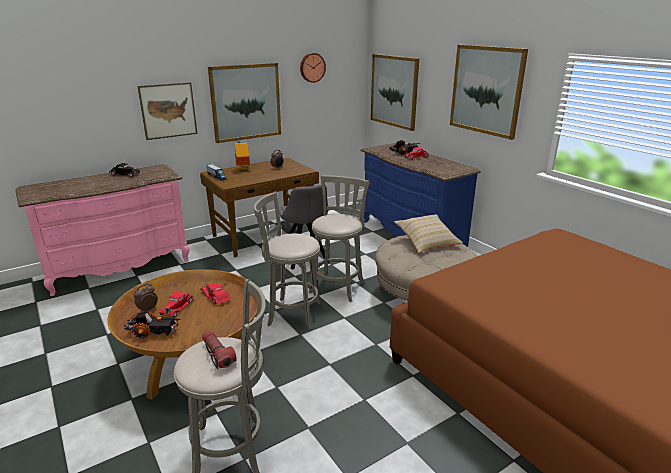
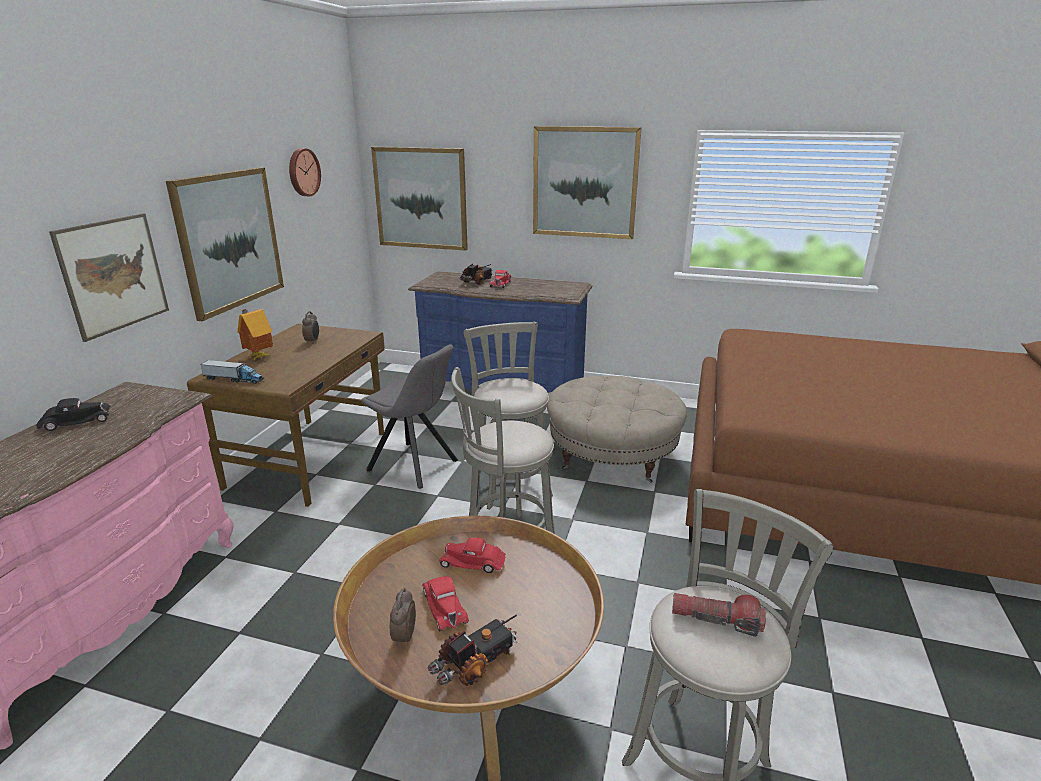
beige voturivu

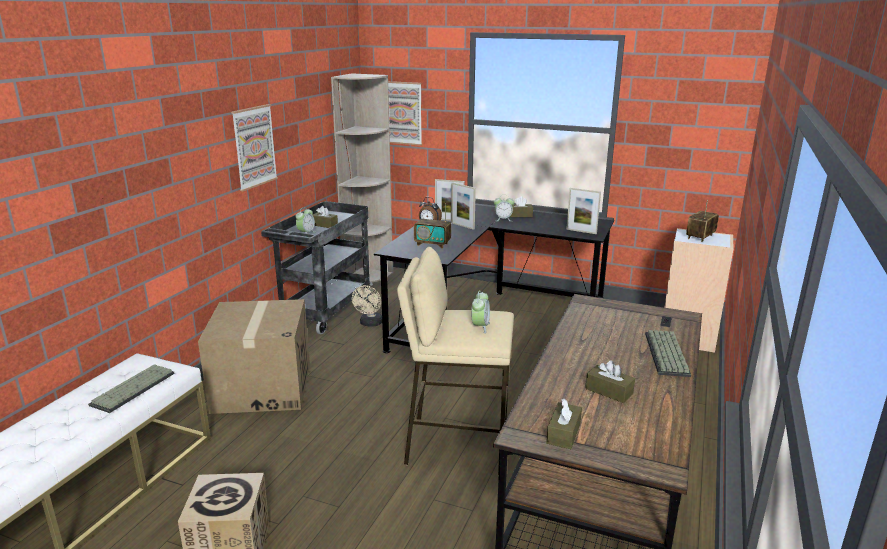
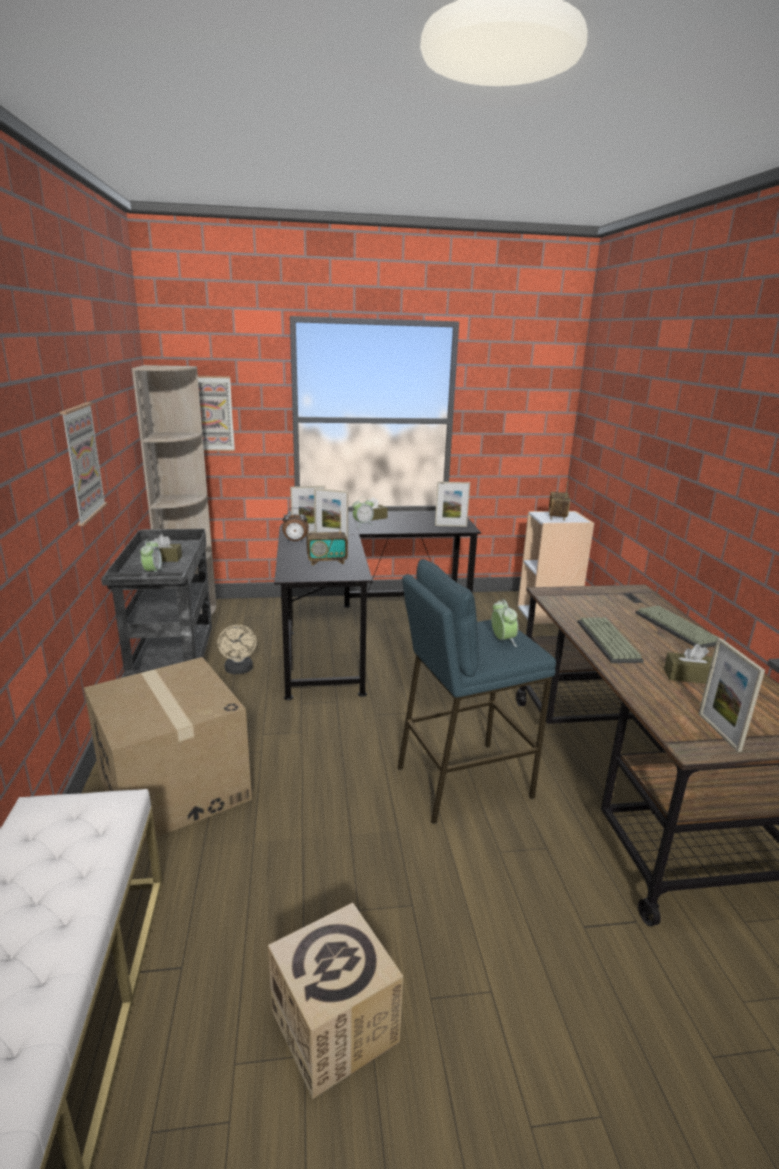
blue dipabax
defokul (1st from left)
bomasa (4th from left)

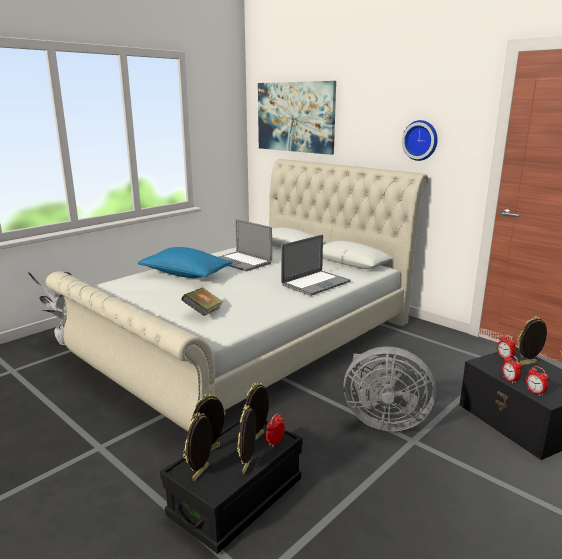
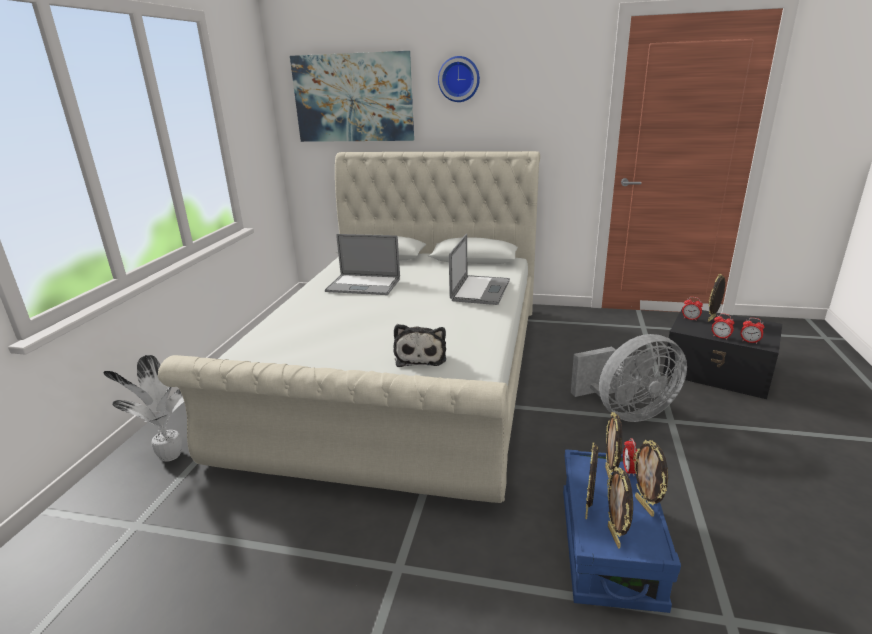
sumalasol
blue voturivu
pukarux
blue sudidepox

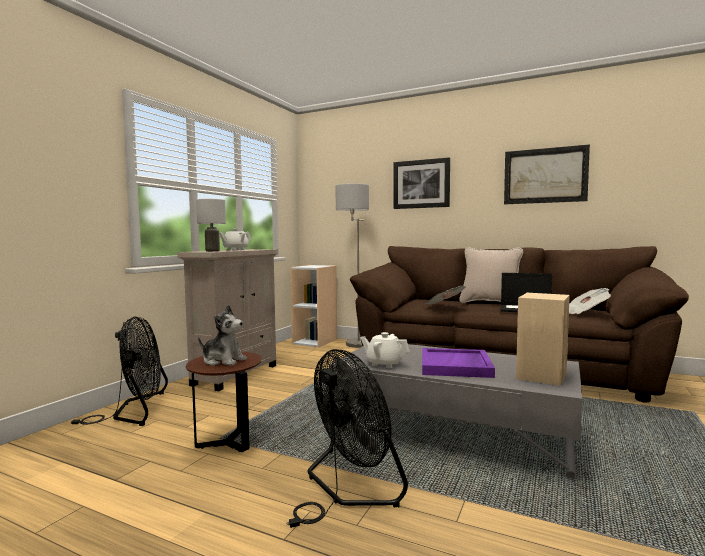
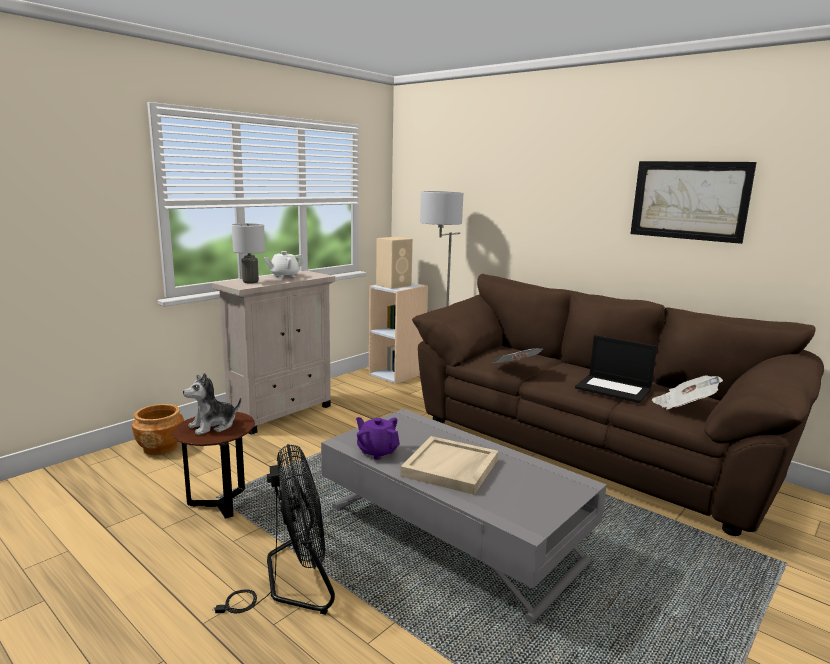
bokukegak (1st from left in the first image)
beige voturivu
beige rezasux
pukarux
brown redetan
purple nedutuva
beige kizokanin

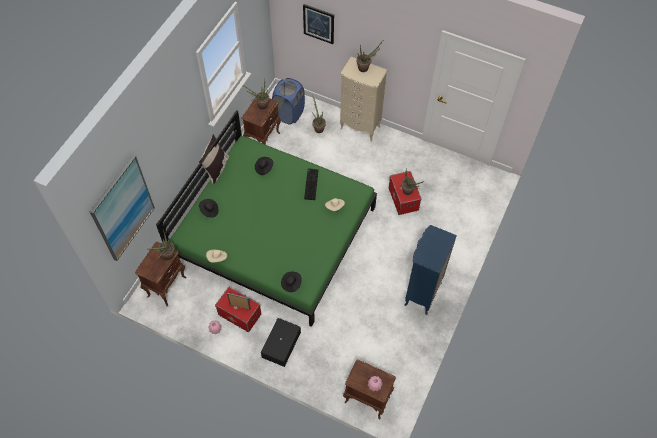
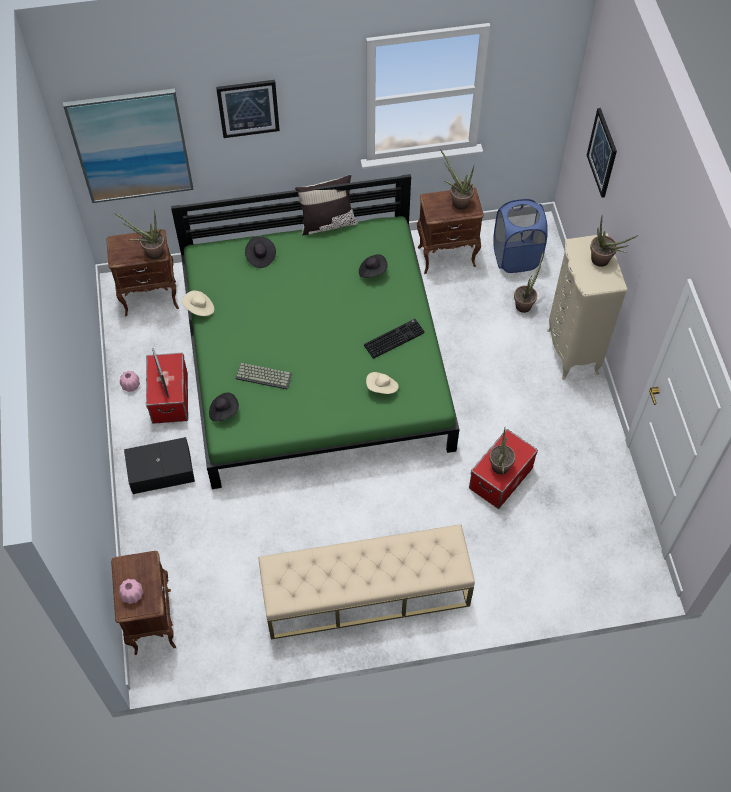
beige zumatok
bokukegak (2nd from left)
defokul (1st from left)

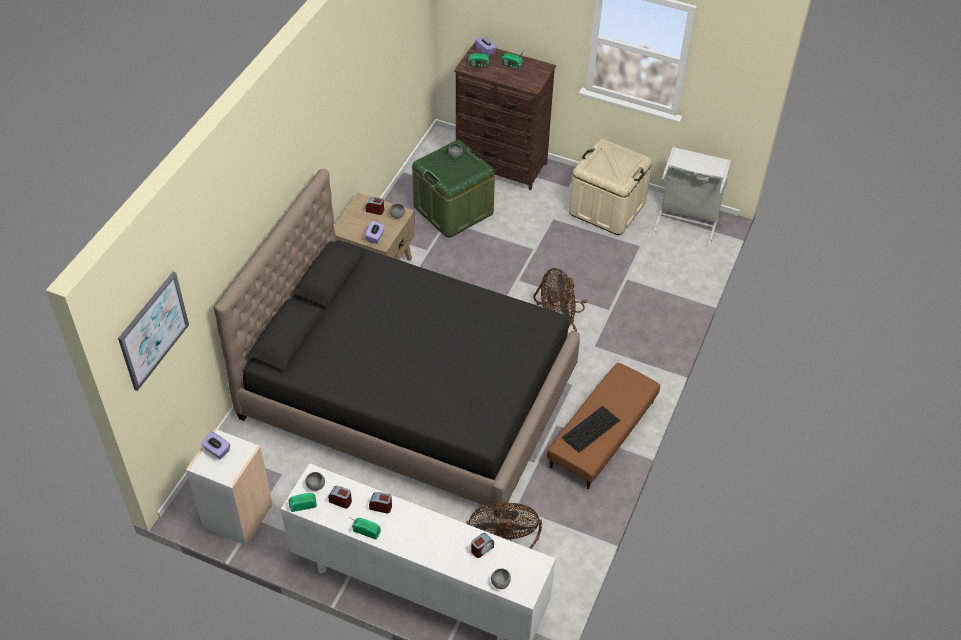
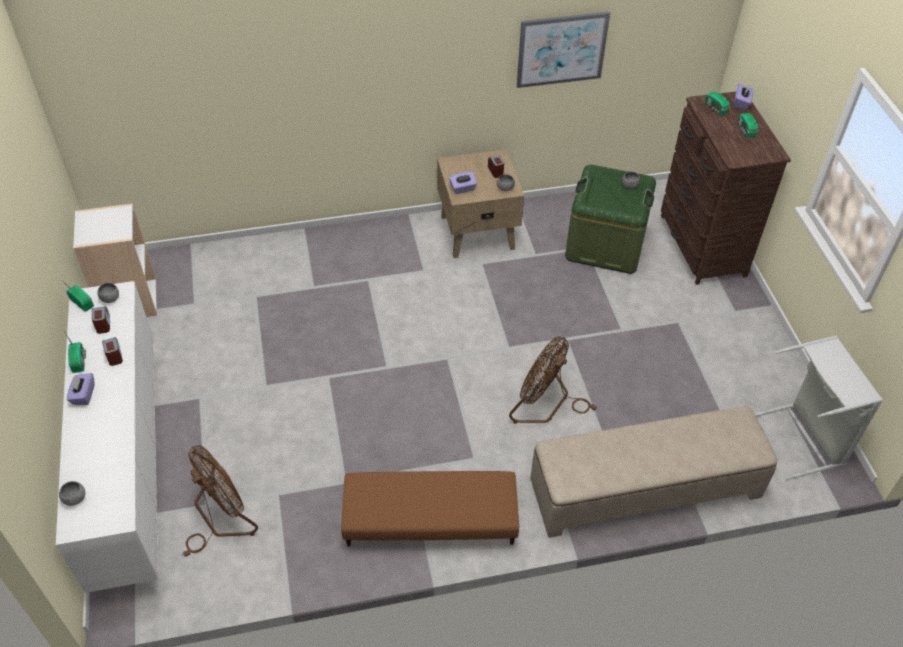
beige sudidepox
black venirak
bokukegak
defokul
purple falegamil (1st from left)
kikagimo (4th from left in the first image)
beige zumatok

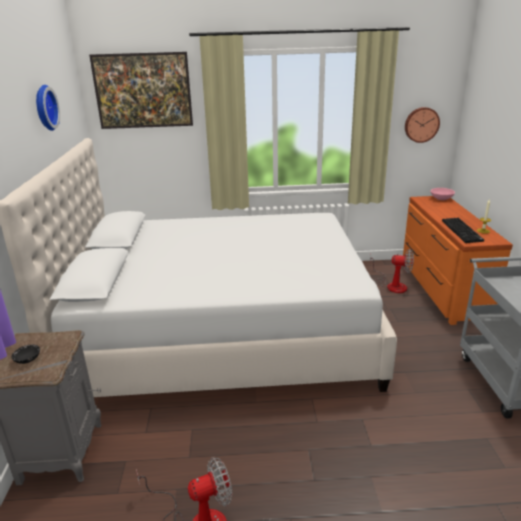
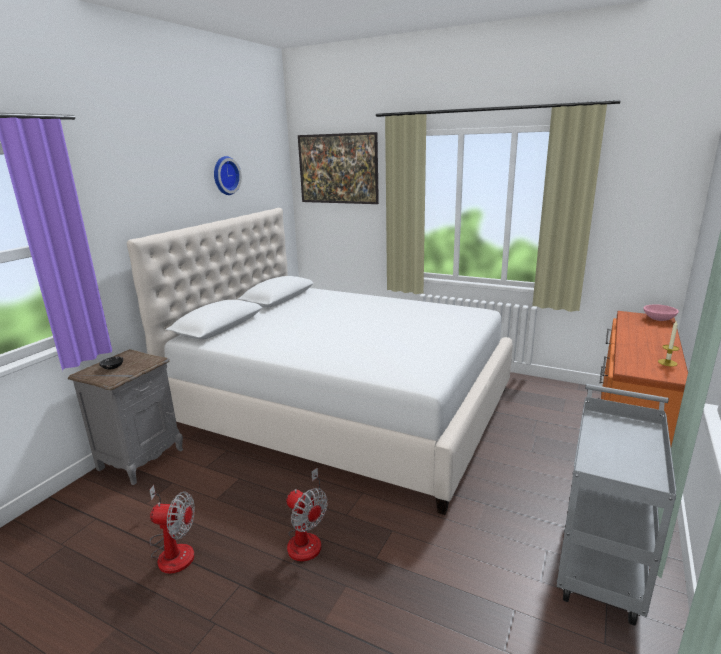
sumalasol (2nd from left in the first image)
defokul
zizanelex (2nd from left)

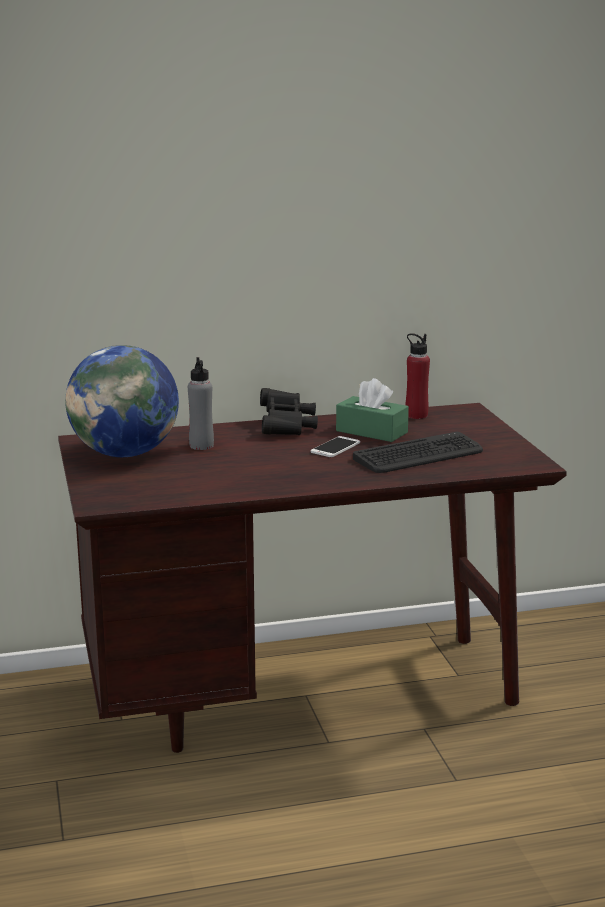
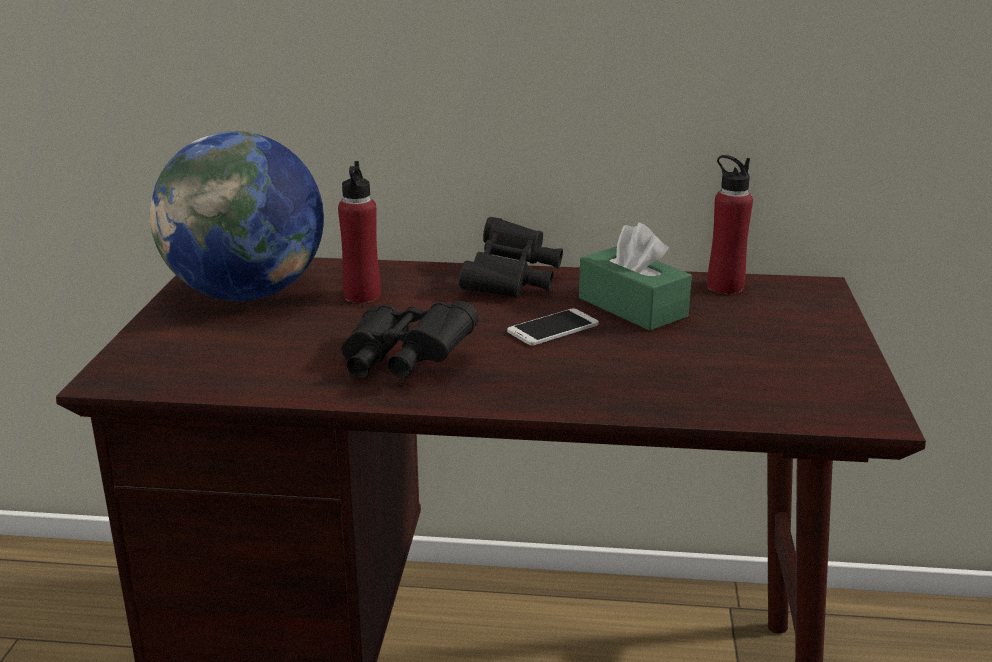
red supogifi (1st from left)
defokul
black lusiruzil (1st from left)

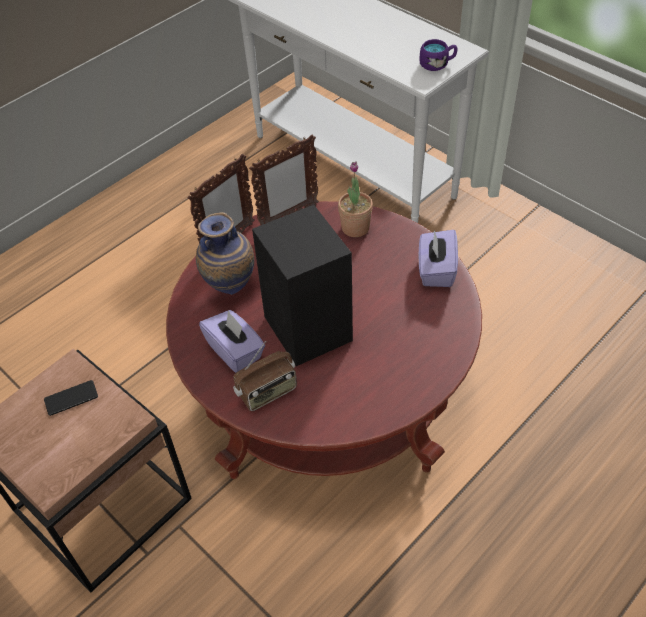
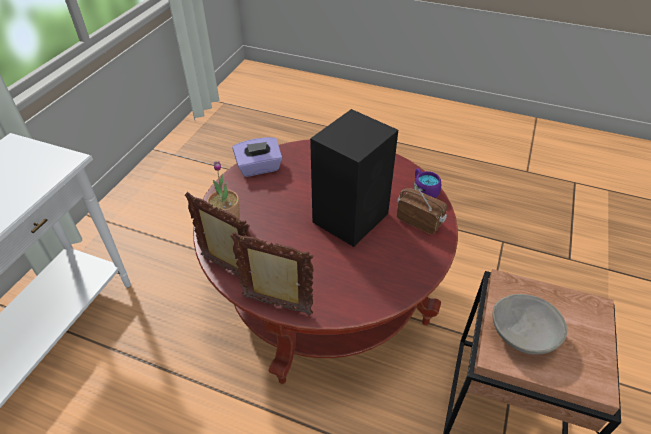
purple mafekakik
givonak
purple falegamil (1st from left in the first image)
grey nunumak

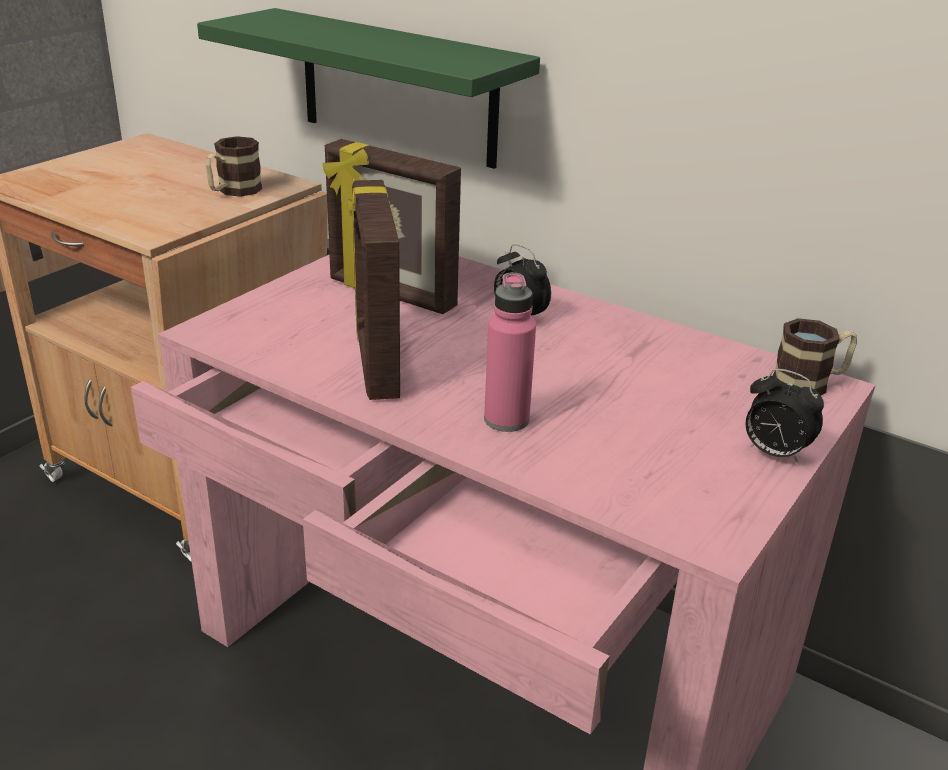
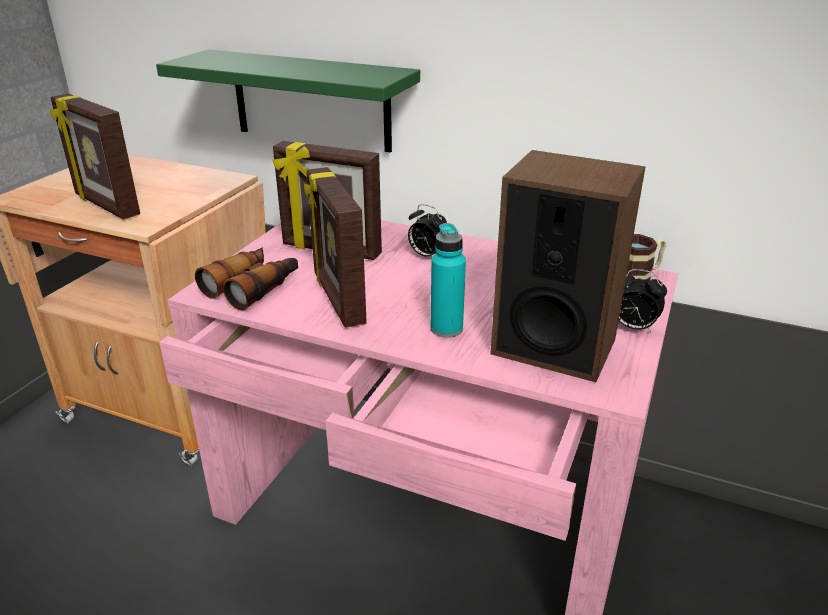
mafekakik (1st from left in the first image)
turquoise supogifi
bomasa (1st from left)
rezasux
lusiruzil

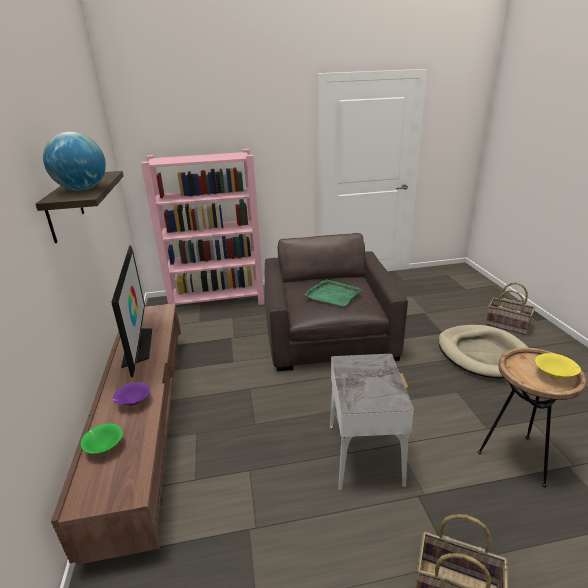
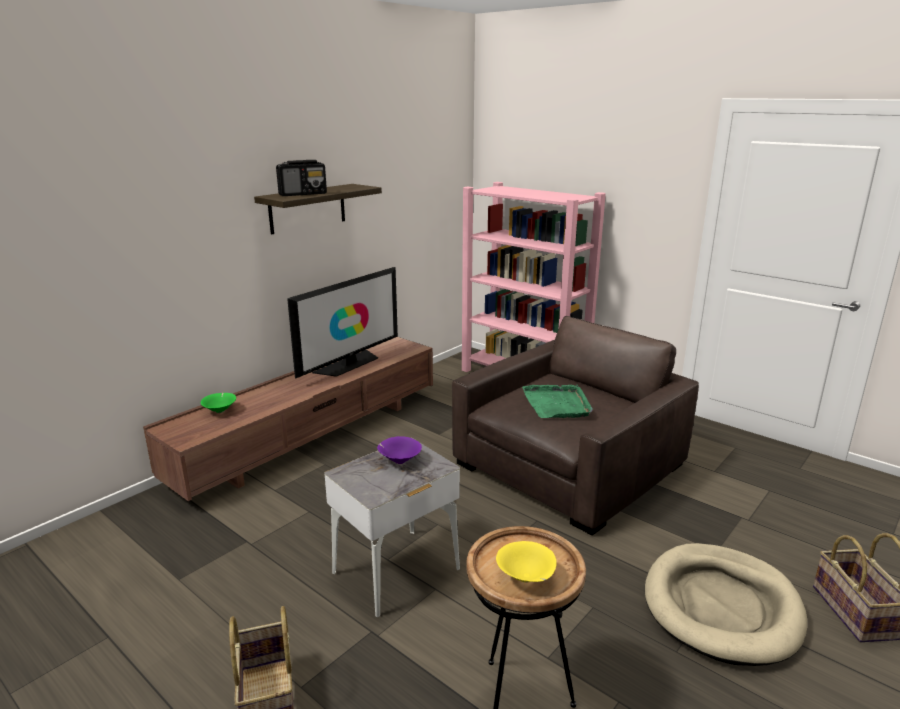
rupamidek
purple nunumak

